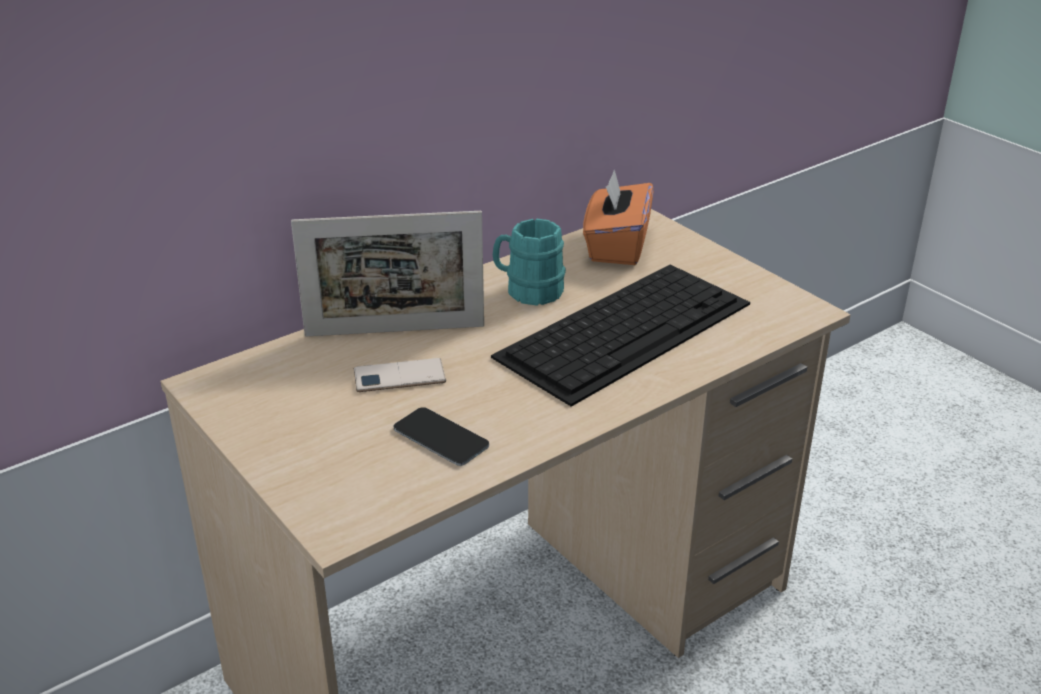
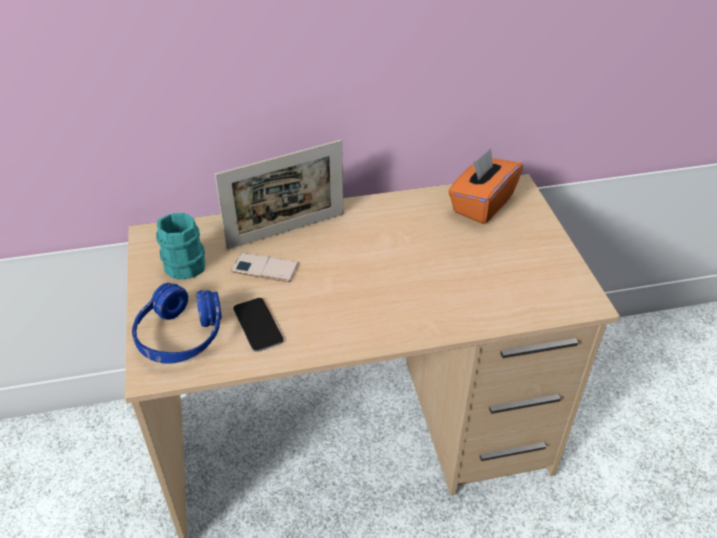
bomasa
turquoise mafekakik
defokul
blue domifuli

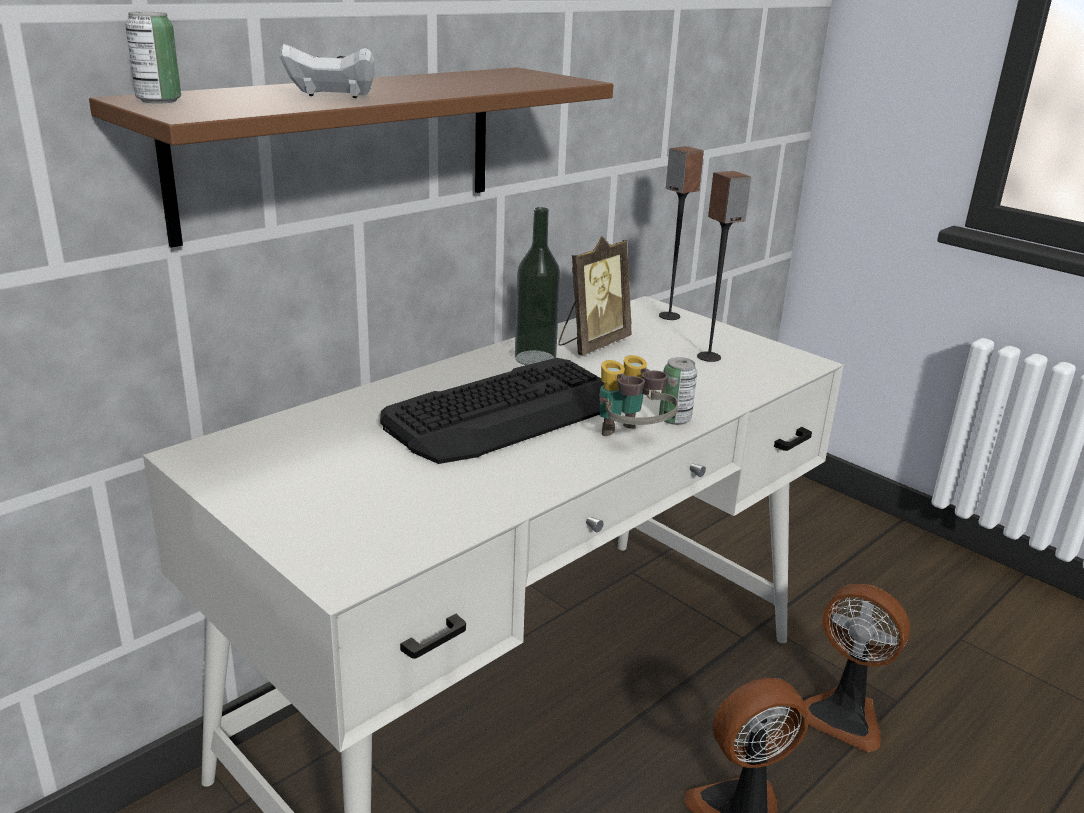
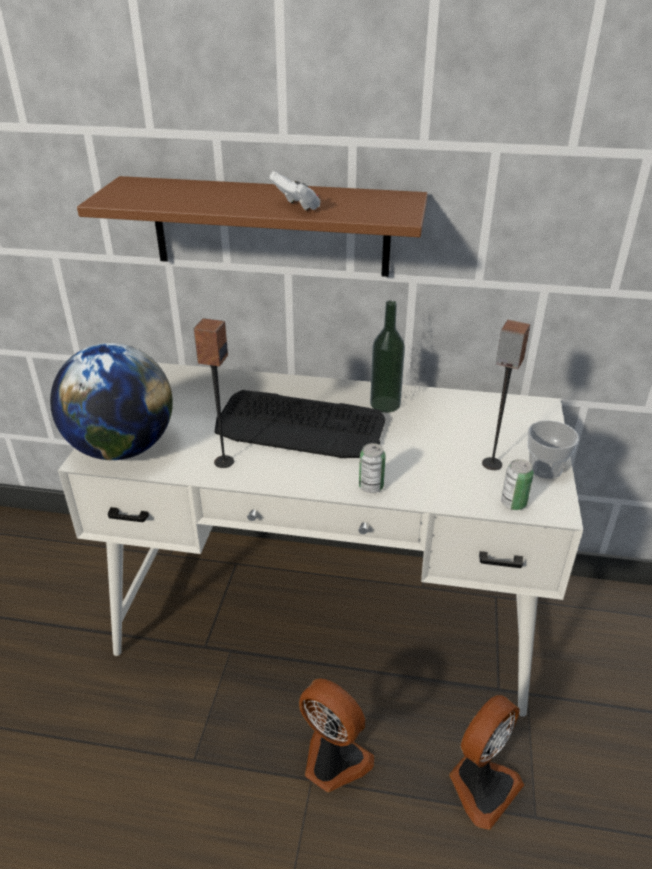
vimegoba (2nd from left)
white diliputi
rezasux (1st from left)
bomasa
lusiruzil
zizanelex (2nd from left)
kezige
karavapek

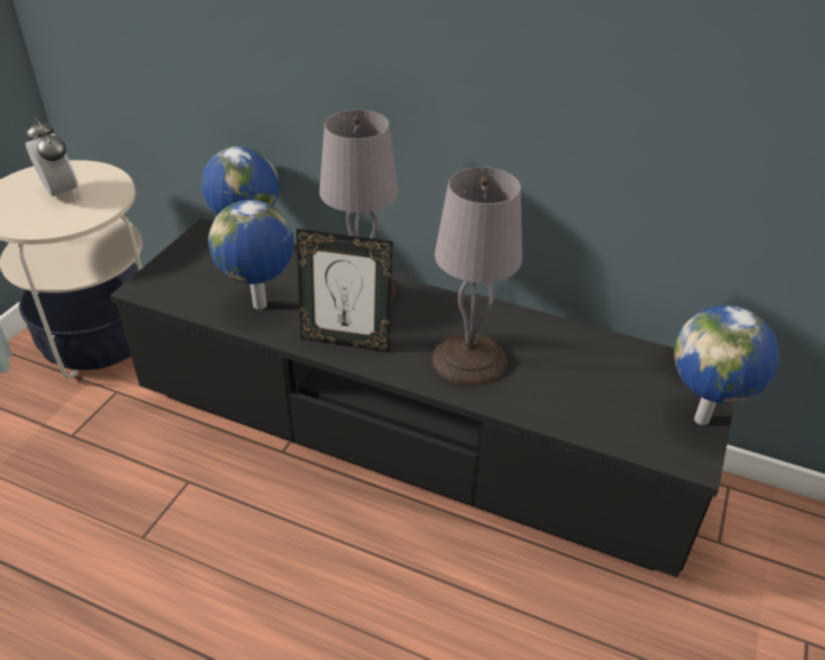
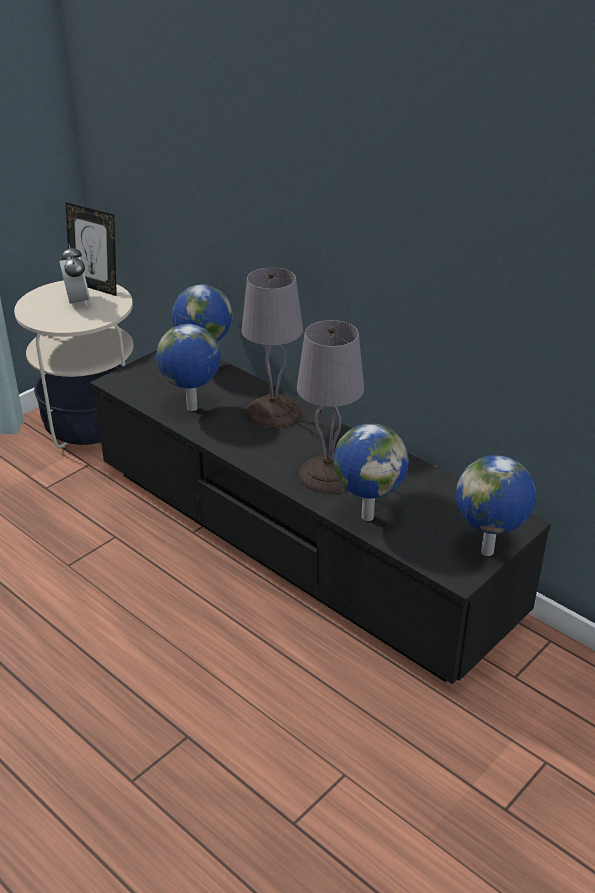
bomasa
kezige (3rd from left)

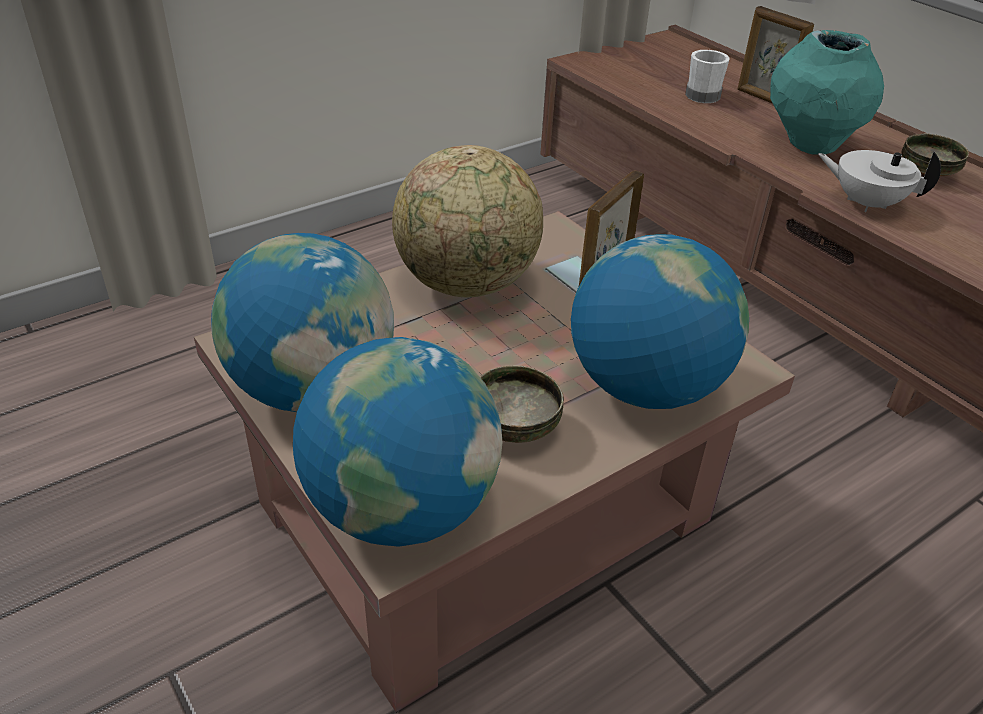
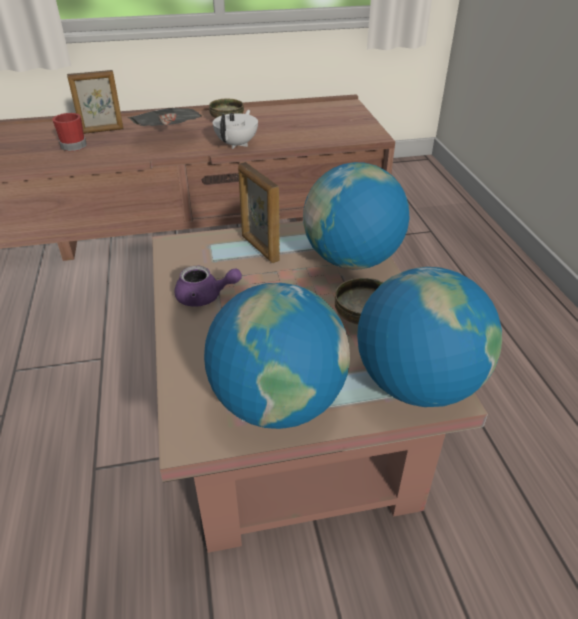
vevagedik
red mafekakik
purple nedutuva
white nedutuva

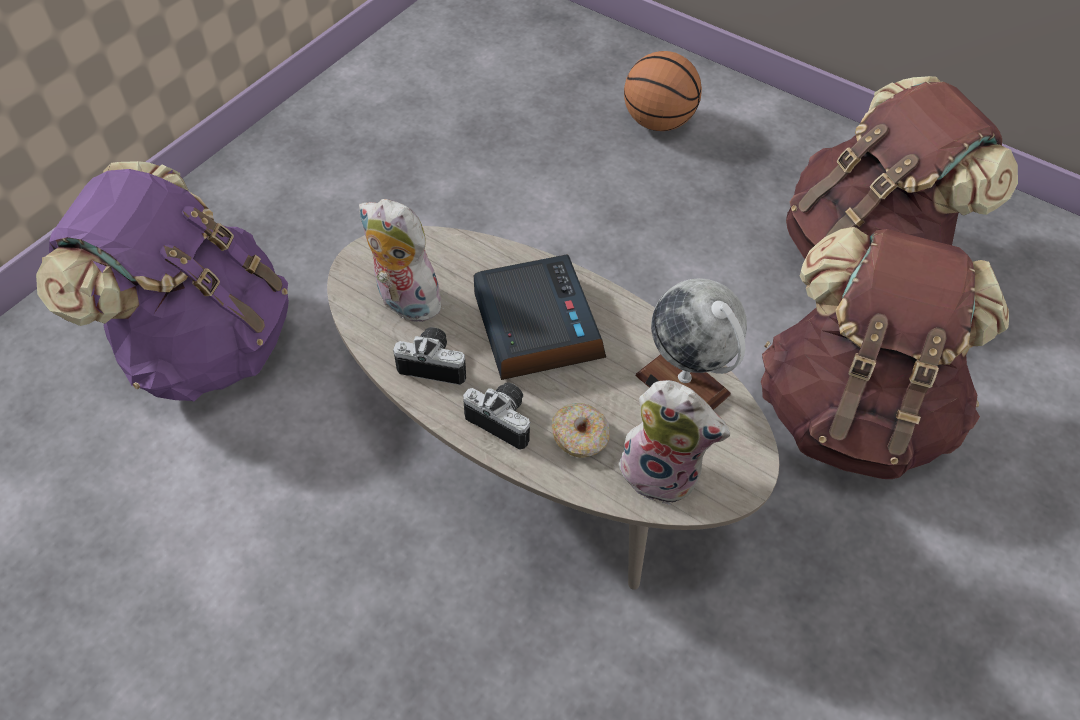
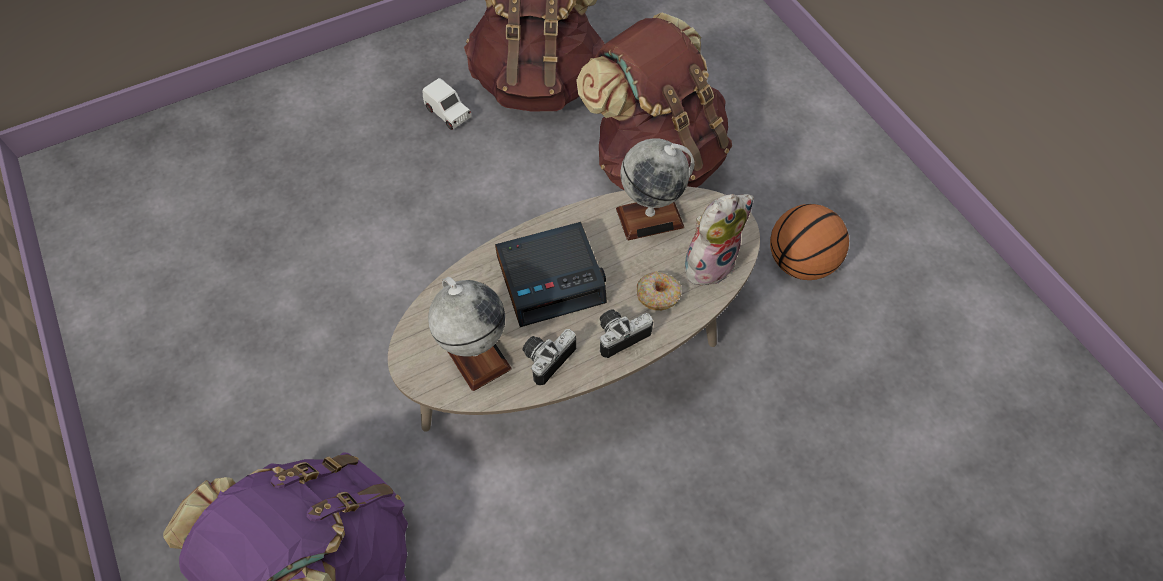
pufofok
kezige (1st from left)
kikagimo
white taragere

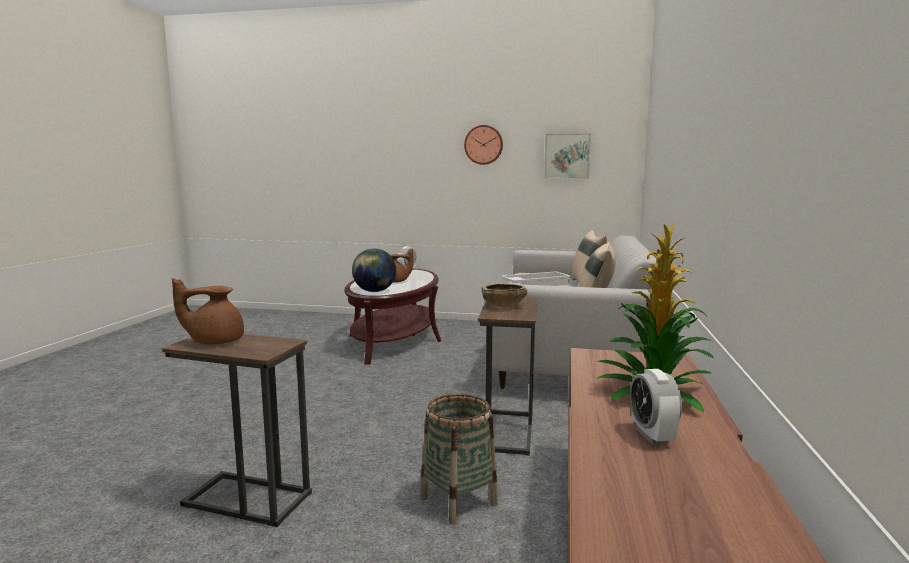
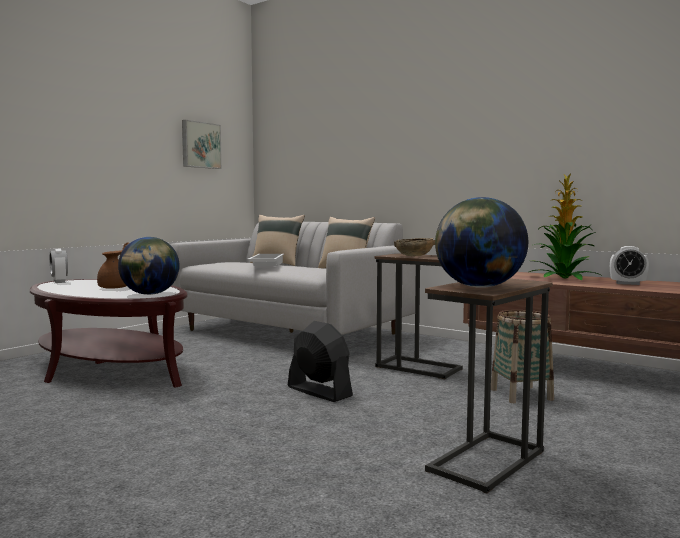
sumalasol
kezige (2nd from left)
black zizanelex

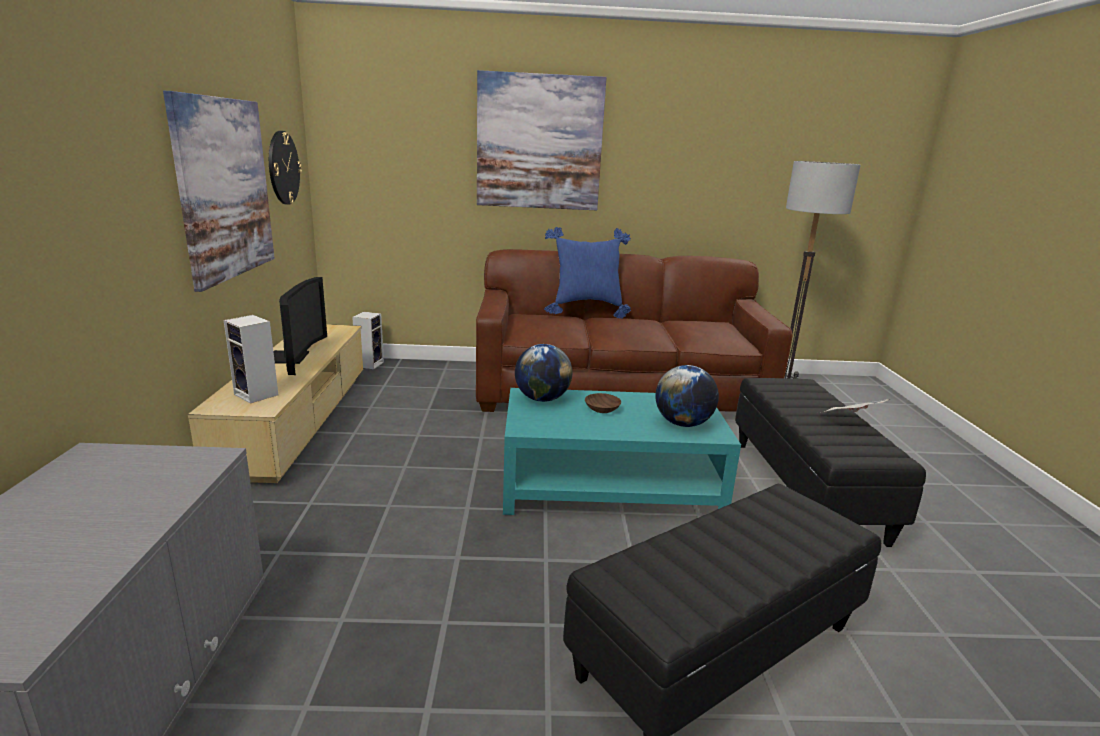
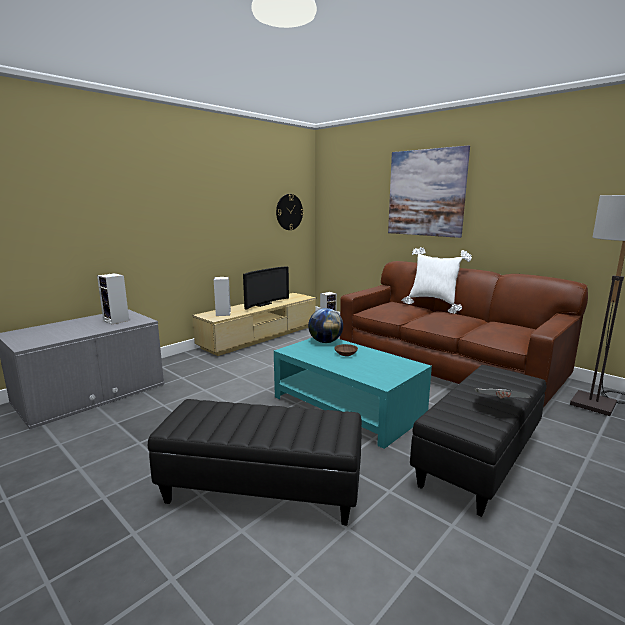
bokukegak (1st from left in the first image)
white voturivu
kezige (2nd from left in the first image)
rezasux (1st from left)

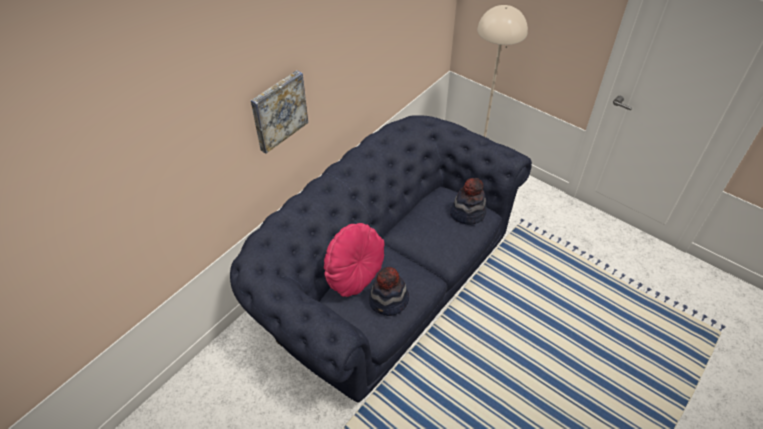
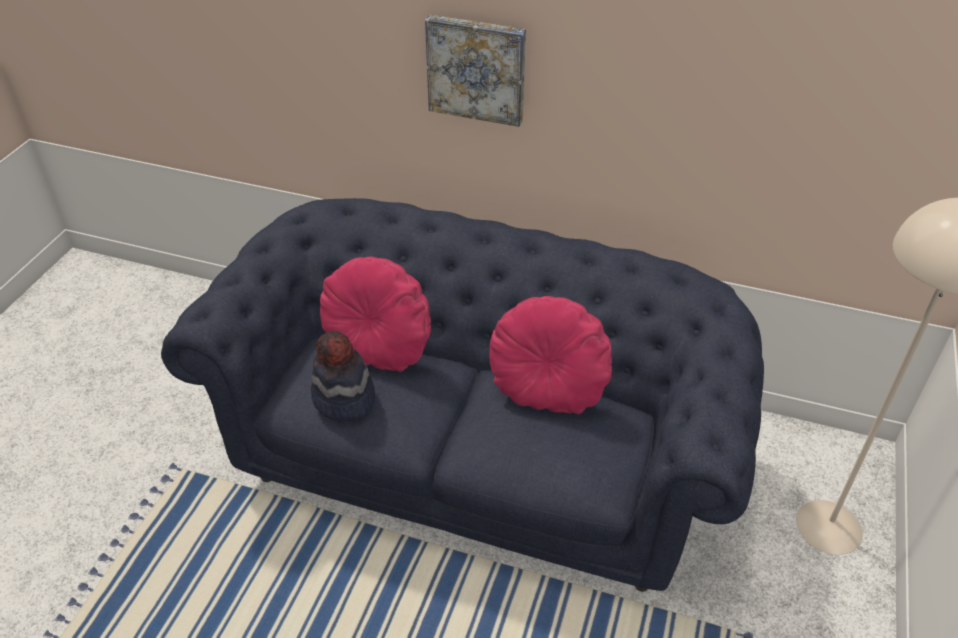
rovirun (2nd from left in the first image)
pink voturivu (2nd from left)

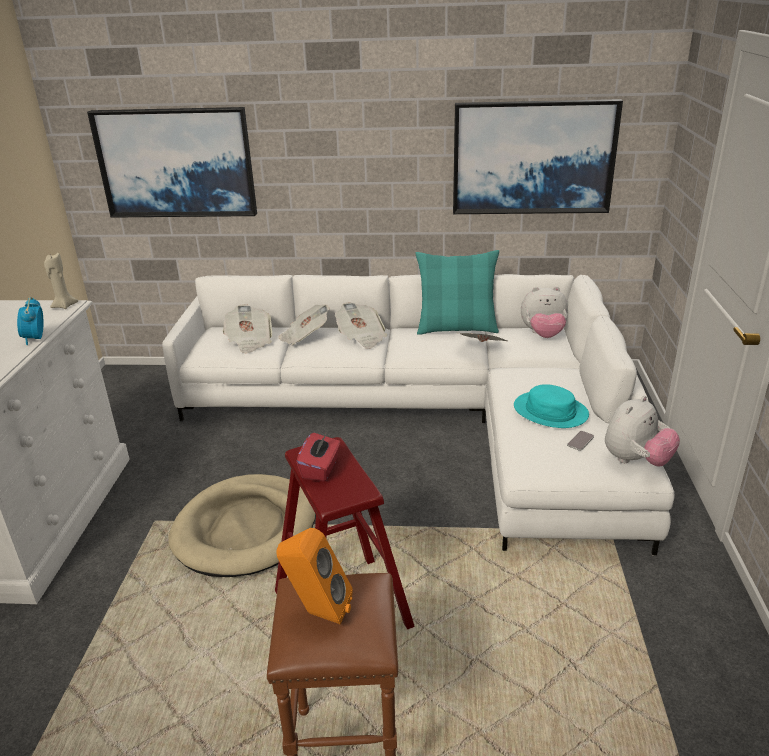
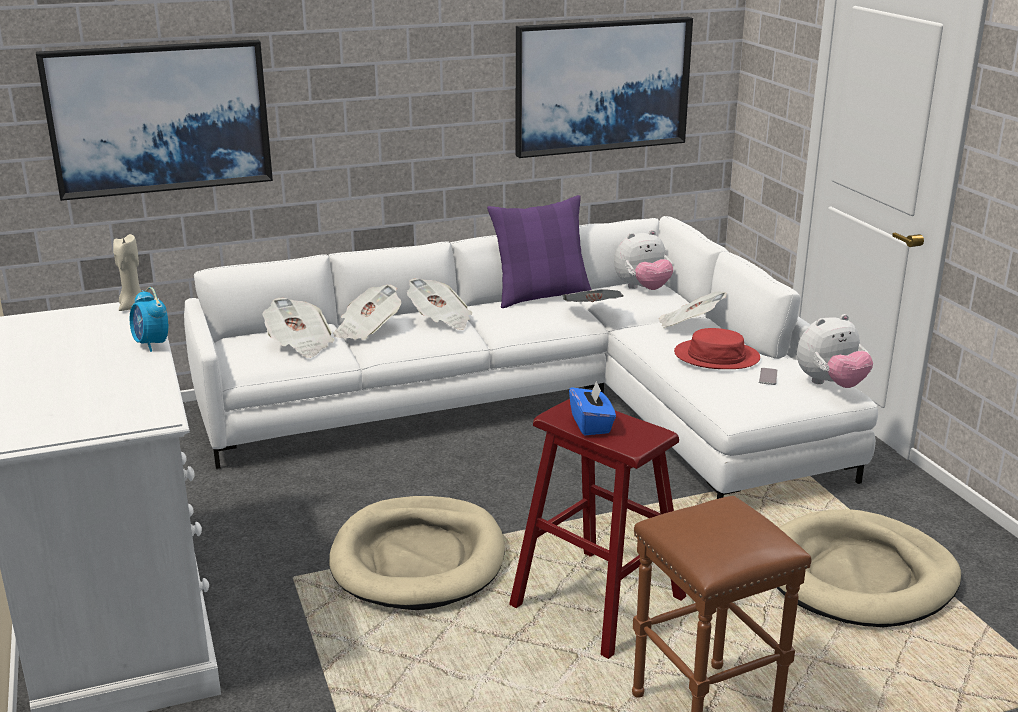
purple voturivu
red rovirun
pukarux (2nd from left)
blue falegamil
orange rezasux
vevagedik (5th from left)
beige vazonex (2nd from left)

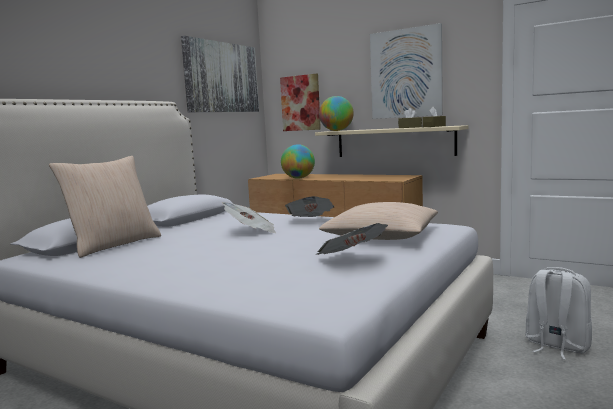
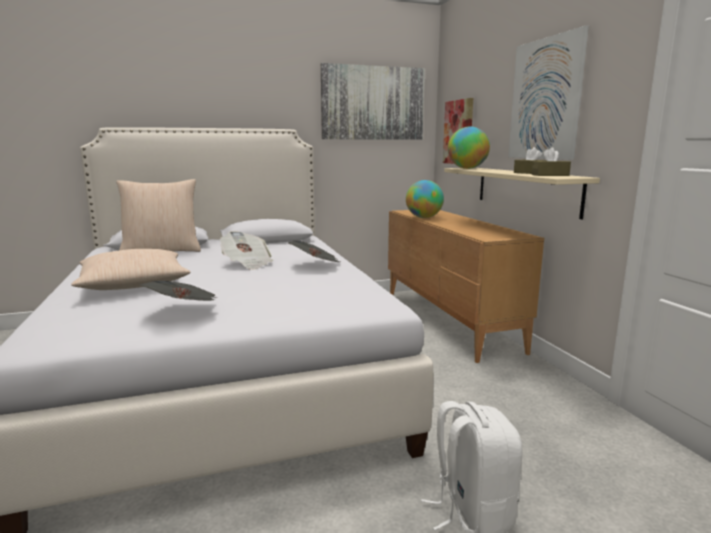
beige voturivu (1st from left)

